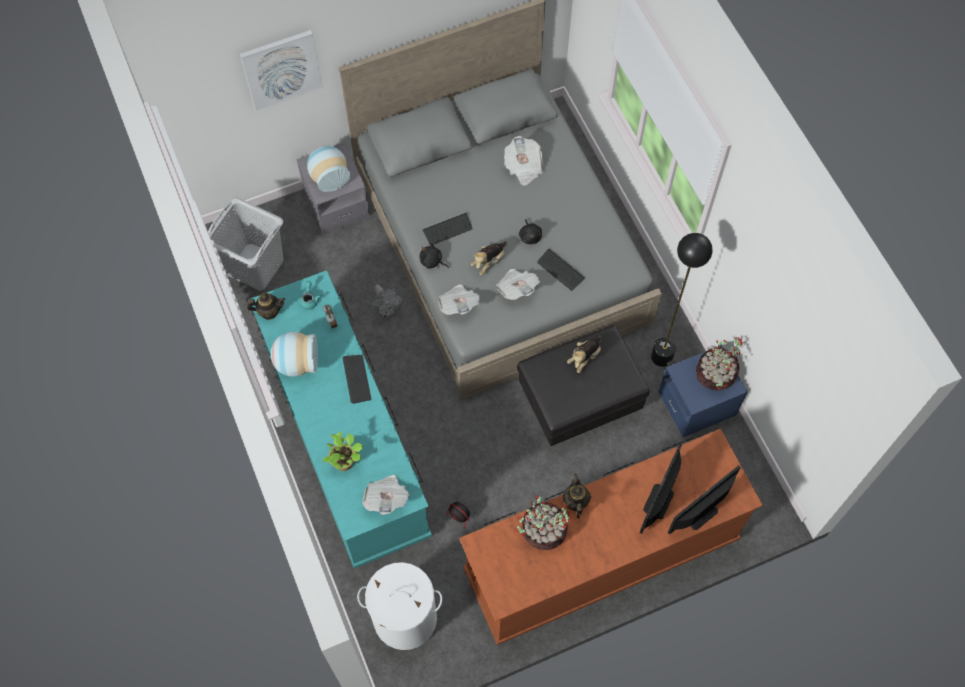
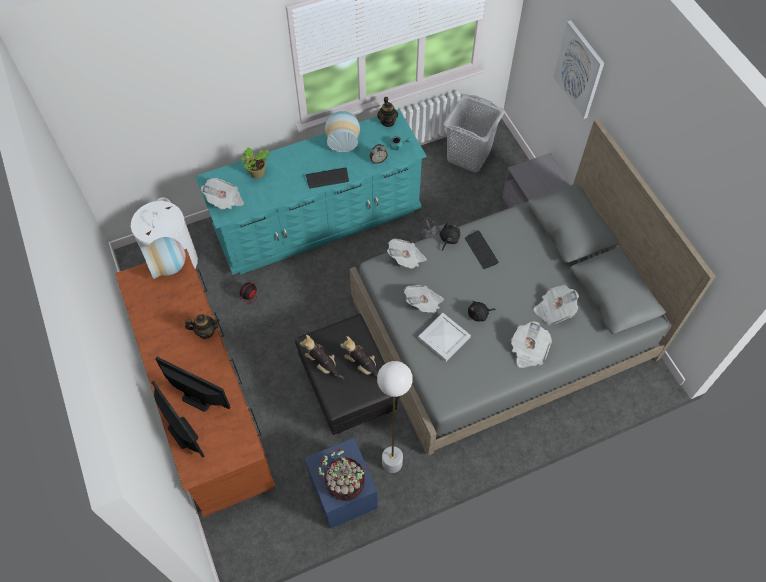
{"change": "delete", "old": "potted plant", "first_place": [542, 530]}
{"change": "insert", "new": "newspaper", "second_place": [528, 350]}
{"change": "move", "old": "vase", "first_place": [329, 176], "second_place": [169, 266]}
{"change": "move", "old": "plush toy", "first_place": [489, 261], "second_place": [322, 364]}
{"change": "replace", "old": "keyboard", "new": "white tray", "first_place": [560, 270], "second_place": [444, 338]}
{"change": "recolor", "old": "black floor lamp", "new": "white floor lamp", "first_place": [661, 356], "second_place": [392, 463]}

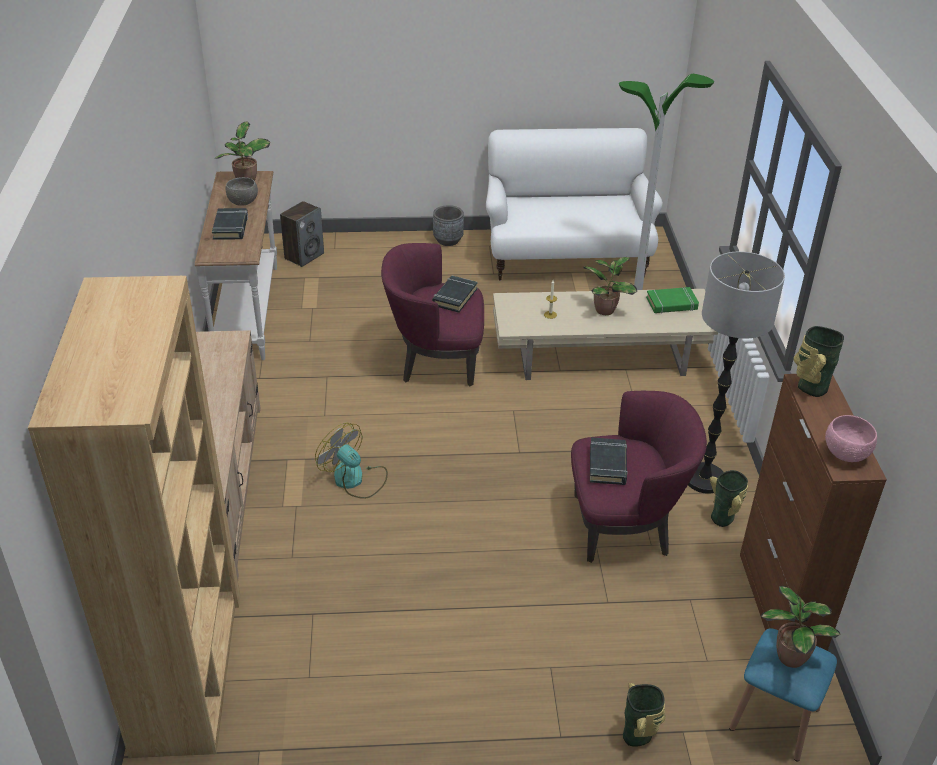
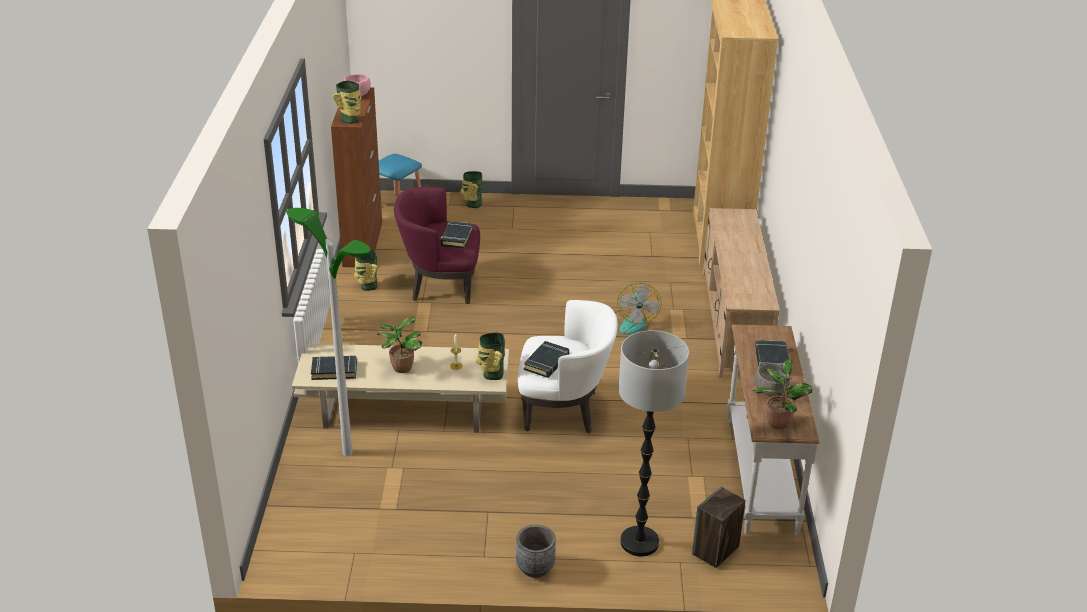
{"change": "delete", "old": "white sofa", "first_place": [566, 257]}
{"change": "delete", "old": "potted plant", "first_place": [789, 656]}
{"change": "insert", "new": "vase", "second_place": [492, 374]}
{"change": "move", "old": "floor lamp", "first_place": [704, 479], "second_place": [639, 542]}
{"change": "recolor", "old": "purple armchair", "new": "white armchair", "first_place": [435, 361], "second_place": [564, 410]}
{"change": "recolor", "old": "green book", "new": "black book", "first_place": [672, 304], "second_place": [334, 370]}
{"change": "rotate", "old": "fan", "first_place": [355, 479], "second_place": [632, 322], "degrees": 45}

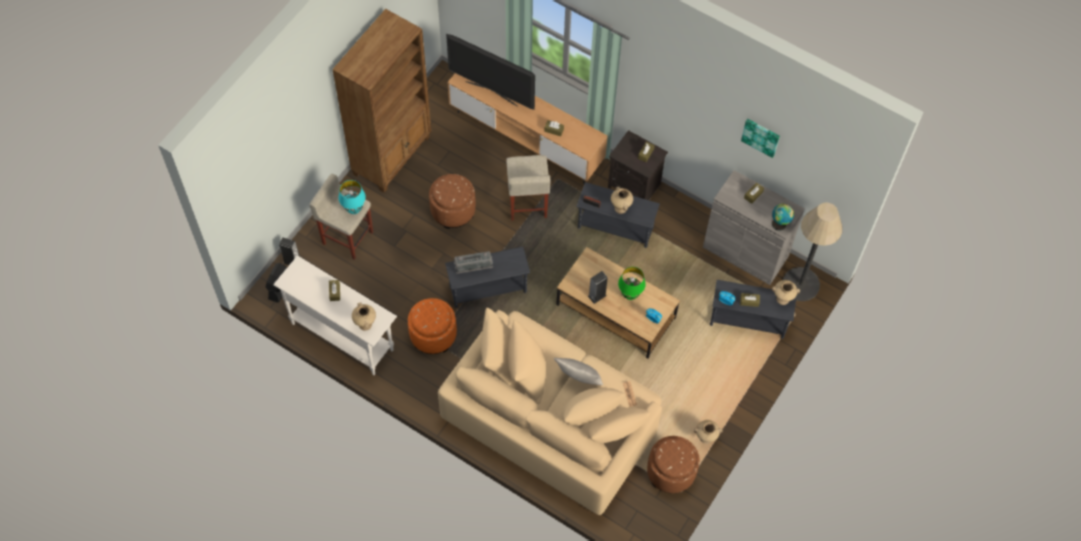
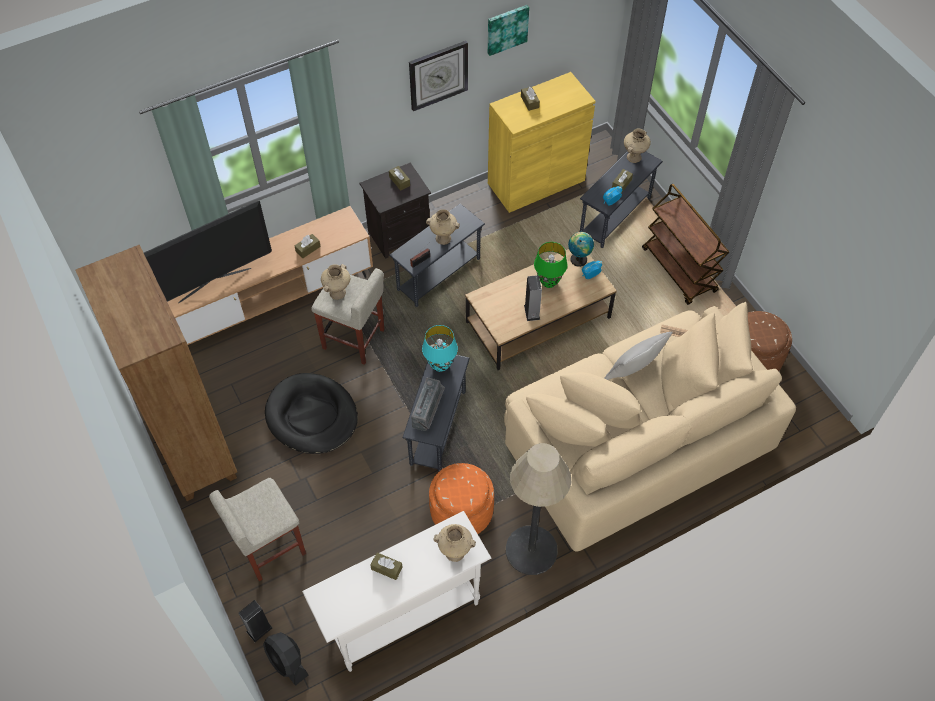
{"change": "insert", "new": "wall clock", "second_place": [438, 75]}
{"change": "insert", "new": "brown cart", "second_place": [679, 270]}
{"change": "move", "old": "turquoise table lamp", "first_place": [354, 209], "second_place": [440, 365]}
{"change": "move", "old": "beige vase", "first_place": [705, 438], "second_place": [337, 293]}
{"change": "move", "old": "globe", "first_place": [780, 224], "second_place": [579, 258]}
{"change": "move", "old": "floor lamp", "first_place": [800, 284], "second_place": [531, 550]}
{"change": "replace", "old": "brown ottoman", "new": "black dog bed", "first_place": [453, 210], "second_place": [312, 416]}
{"change": "recolor", "old": "grey cabinet", "new": "yellow cabinet", "first_place": [745, 252], "second_place": [536, 182]}

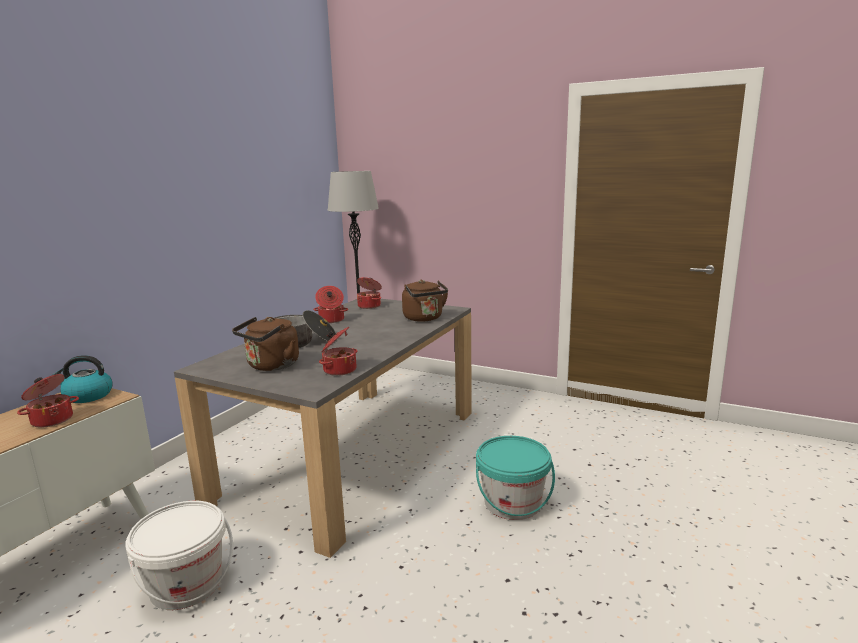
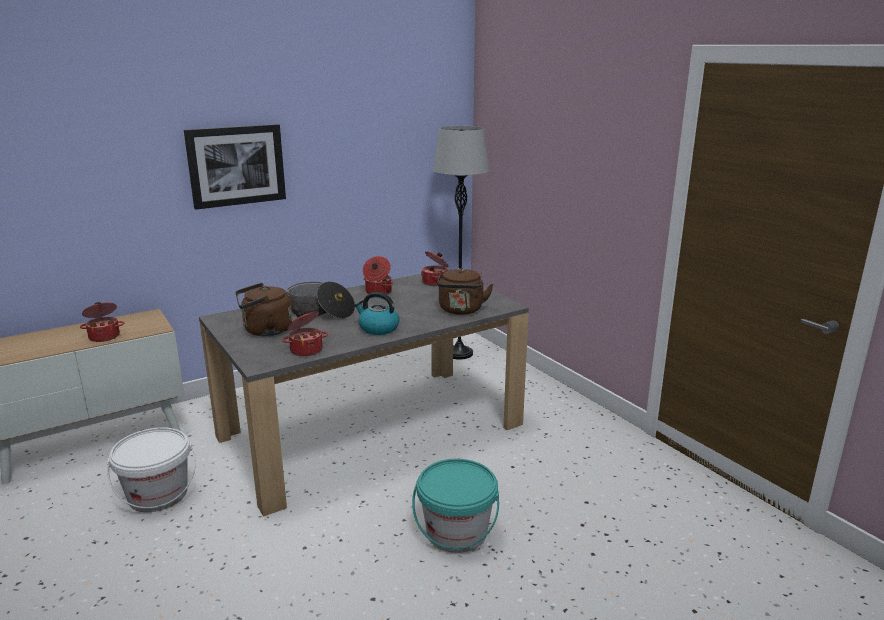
{"change": "insert", "new": "picture", "second_place": [236, 165]}
{"change": "move", "old": "kettle", "first_place": [87, 396], "second_place": [378, 328]}

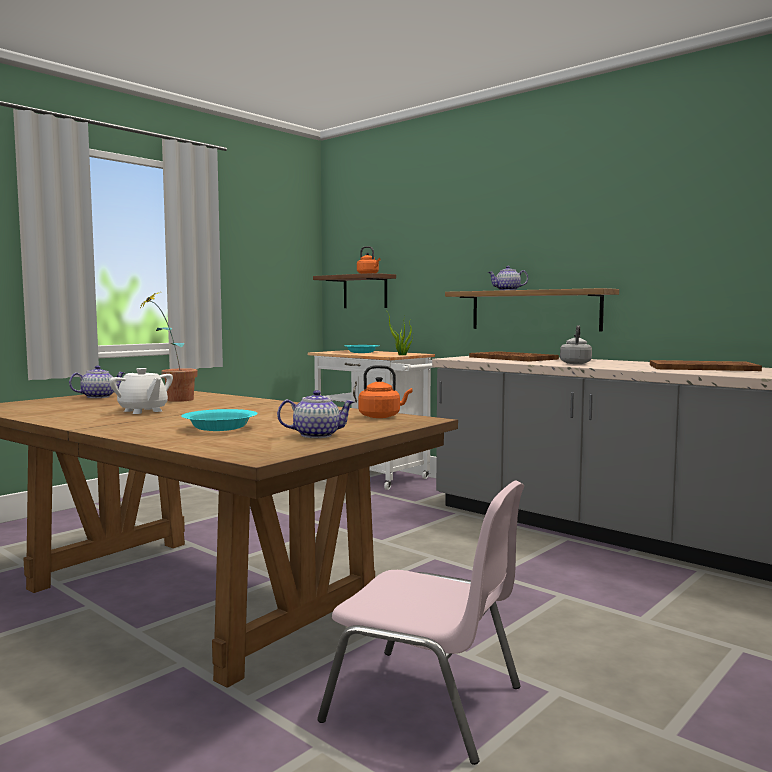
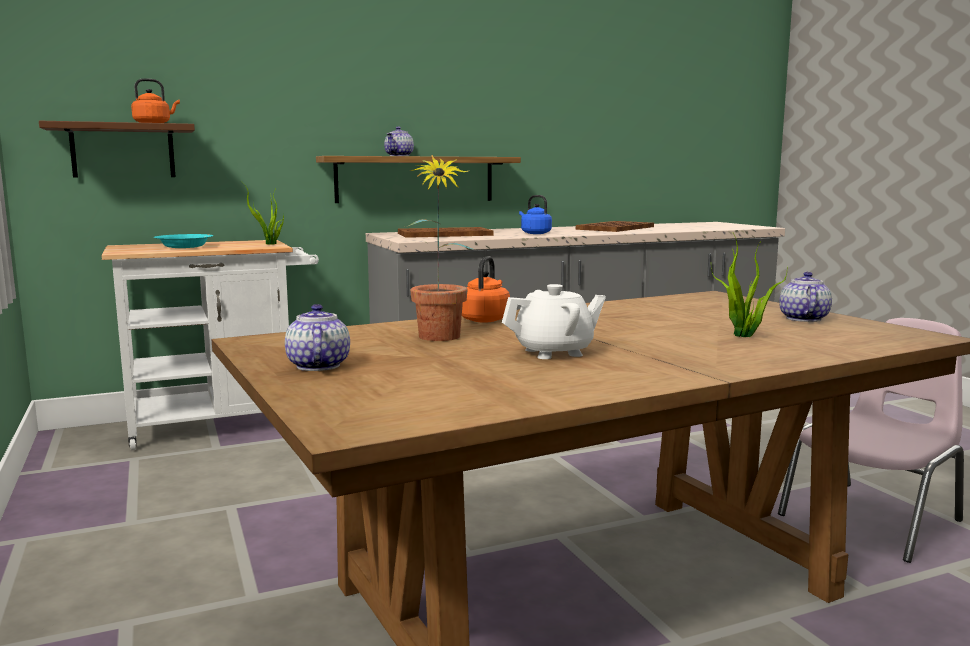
{"change": "move", "old": "orange kettle", "first_place": [382, 416], "second_place": [485, 319]}
{"change": "replace", "old": "turquoise bowl", "new": "potted plant", "first_place": [220, 428], "second_place": [744, 336]}
{"change": "recolor", "old": "grey kettle", "new": "blue kettle", "first_place": [575, 363], "second_place": [534, 233]}

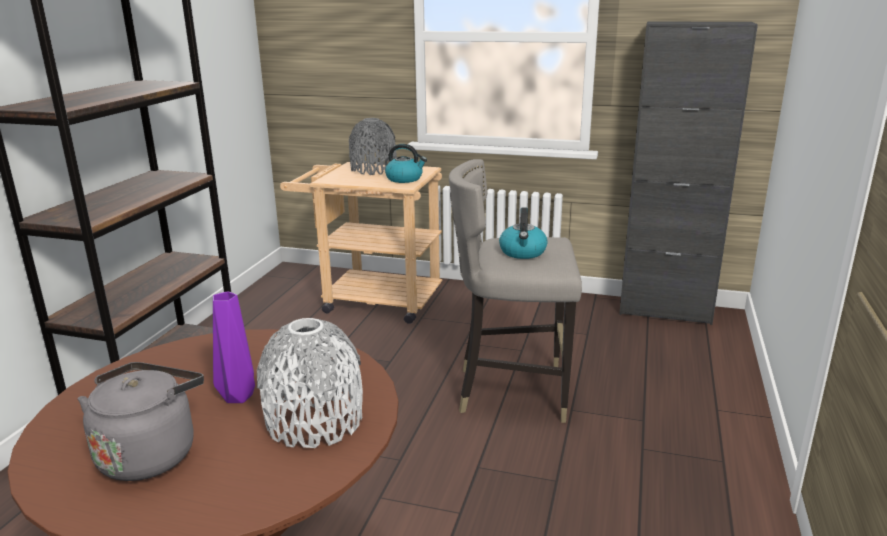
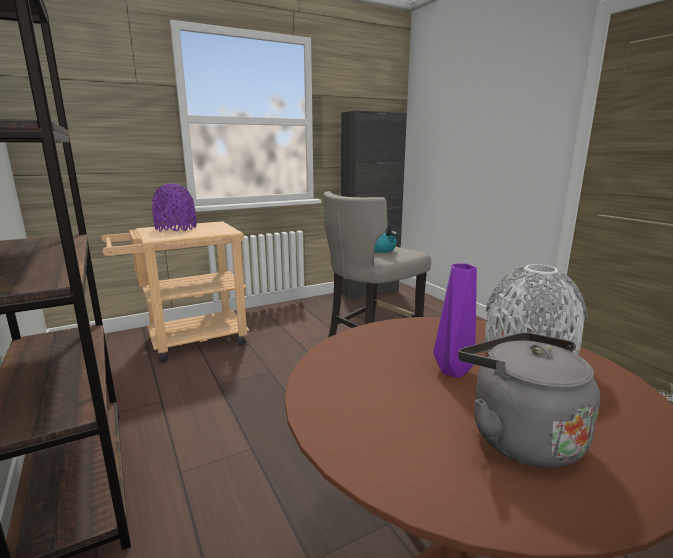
{"change": "delete", "old": "kettle", "first_place": [405, 179]}
{"change": "recolor", "old": "grey vase", "new": "purple vase", "first_place": [373, 169], "second_place": [176, 228]}

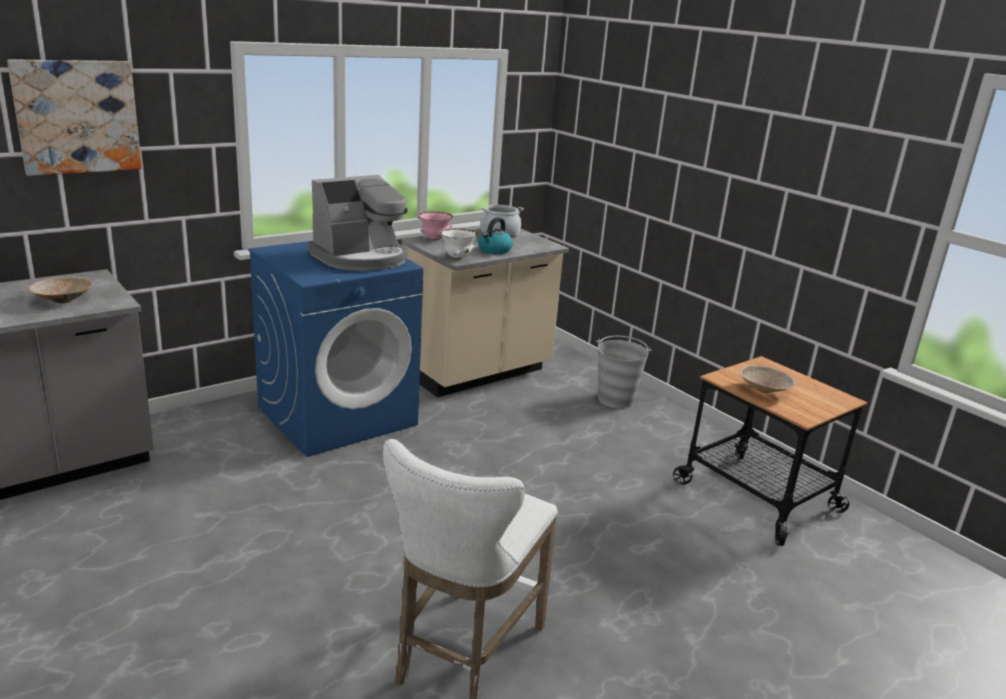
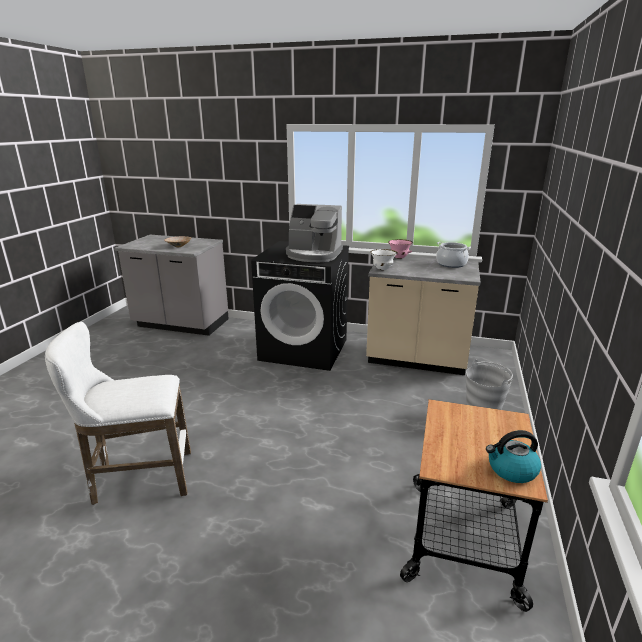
{"change": "delete", "old": "picture", "first_place": [77, 117]}
{"change": "delete", "old": "beige bowl", "first_place": [765, 390]}
{"change": "move", "old": "kettle", "first_place": [494, 250], "second_place": [511, 470]}
{"change": "recolor", "old": "blue washing machine", "new": "black washing machine", "first_place": [338, 415], "second_place": [304, 349]}

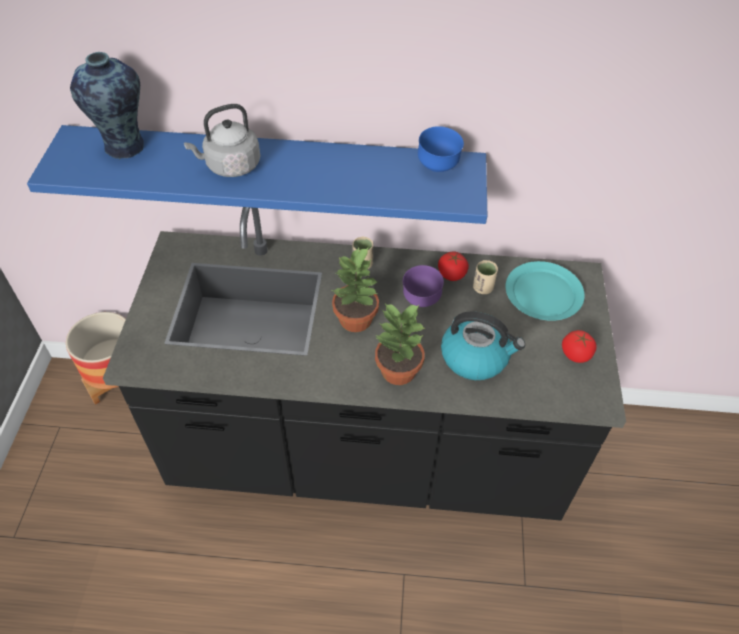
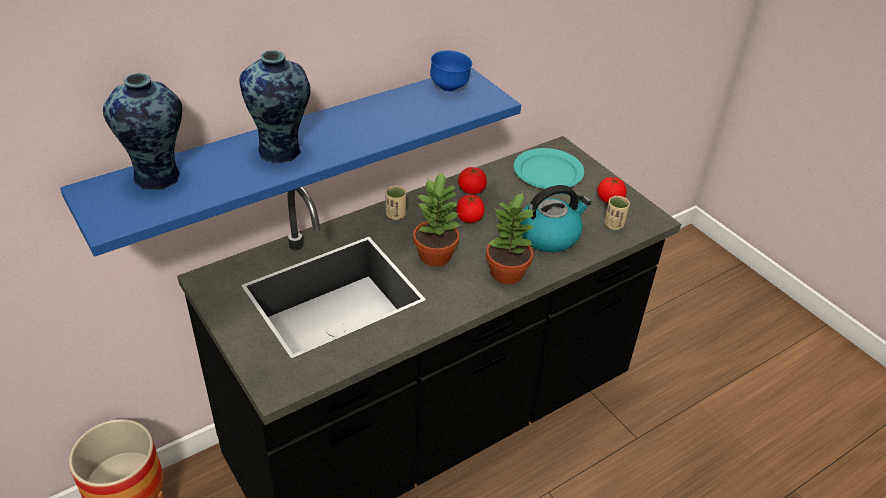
{"change": "move", "old": "beige cup", "first_place": [483, 288], "second_place": [613, 225]}
{"change": "replace", "old": "grey kettle", "new": "vase", "first_place": [230, 166], "second_place": [281, 152]}
{"change": "replace", "old": "purple bowl", "new": "tomato", "first_place": [421, 300], "second_place": [469, 218]}

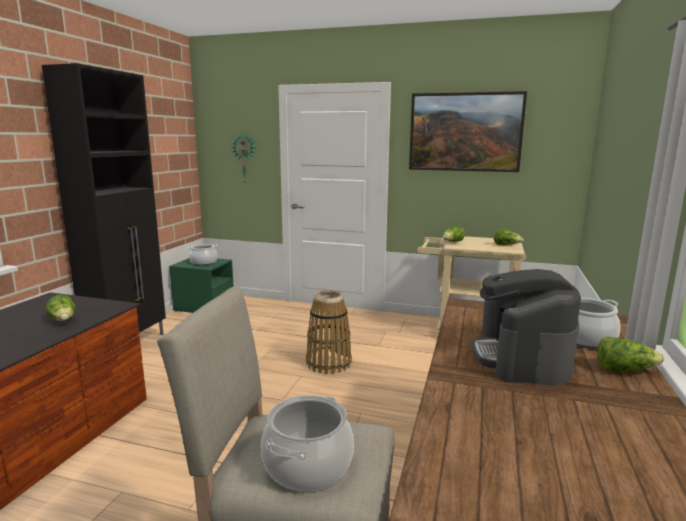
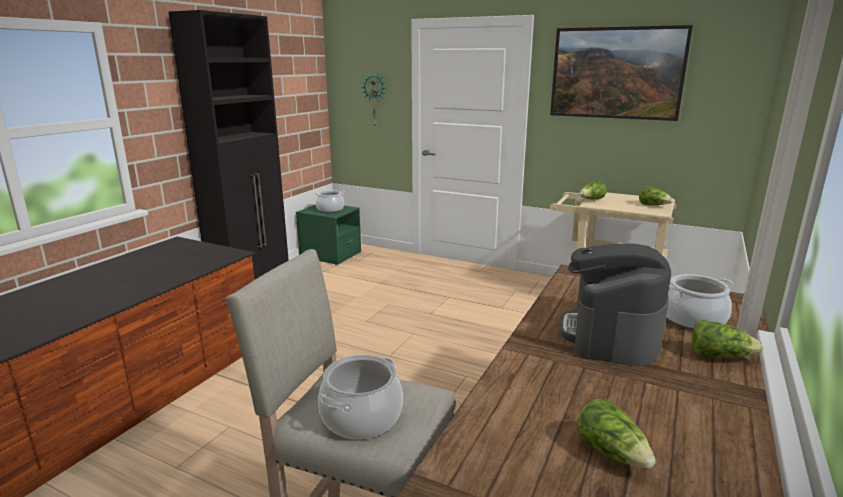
{"change": "delete", "old": "basket", "first_place": [329, 363]}
{"change": "move", "old": "lettuce", "first_place": [63, 321], "second_place": [612, 453]}

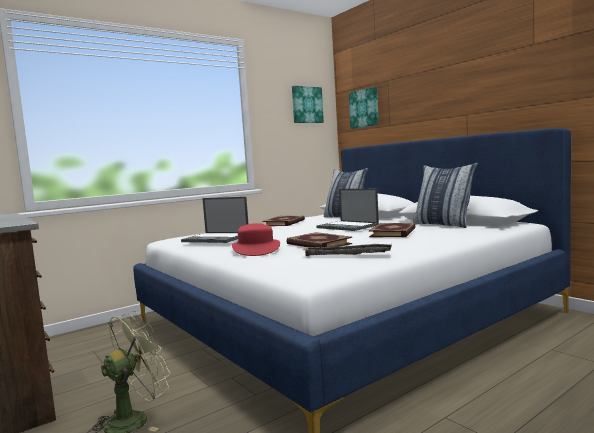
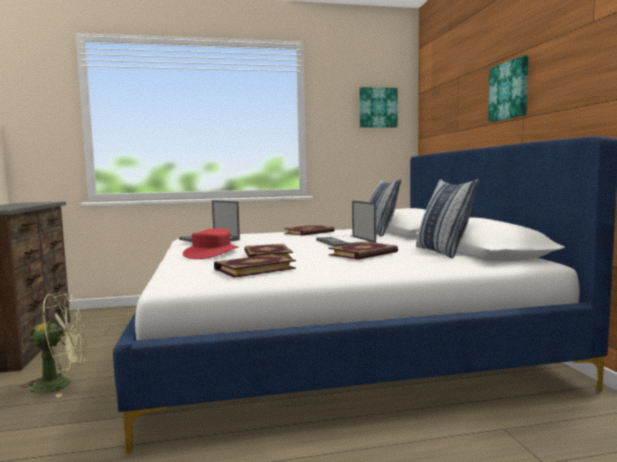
{"change": "move", "old": "picture", "first_place": [364, 108], "second_place": [509, 90]}
{"change": "replace", "old": "tray", "new": "book", "first_place": [347, 254], "second_place": [254, 268]}

